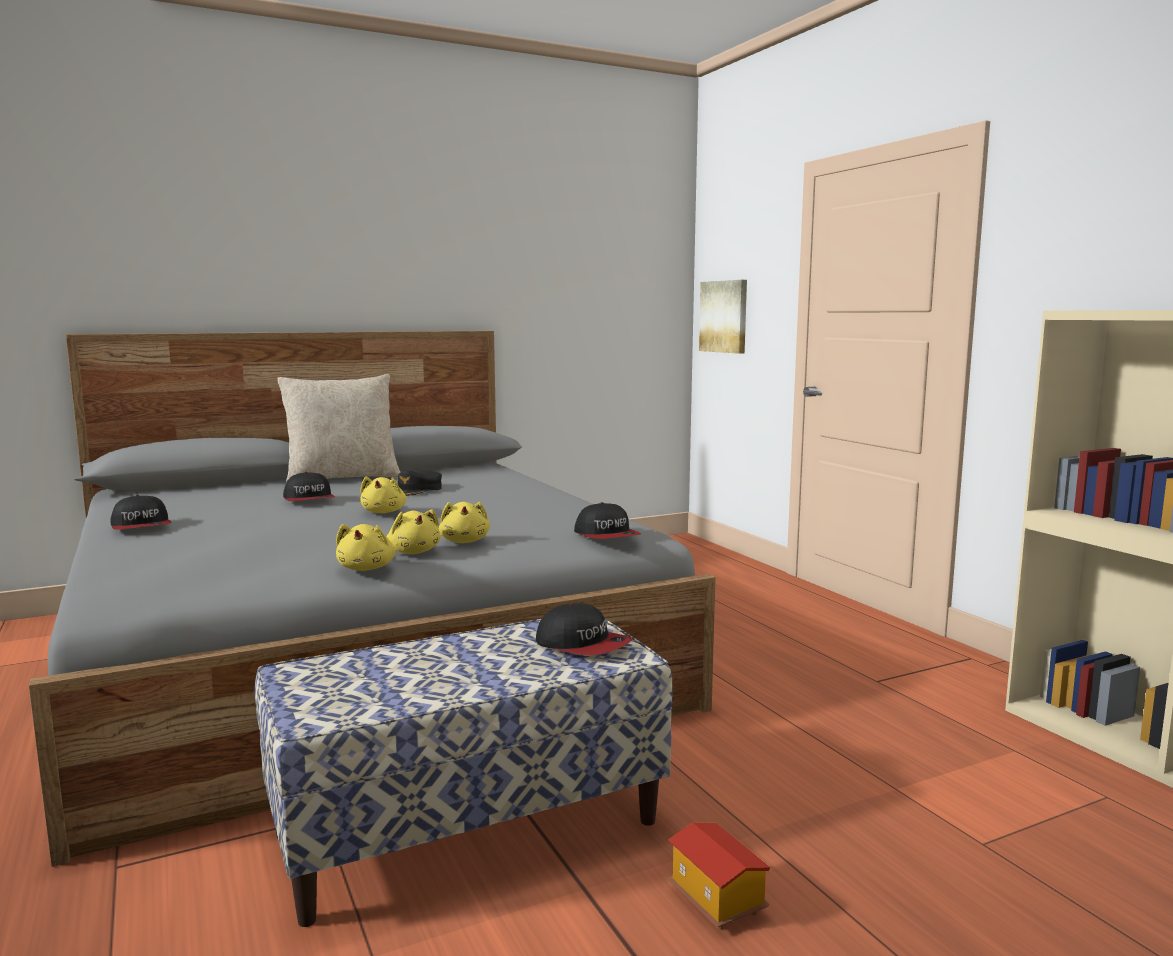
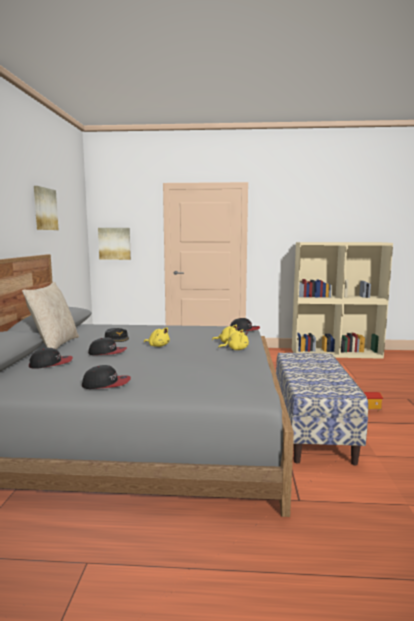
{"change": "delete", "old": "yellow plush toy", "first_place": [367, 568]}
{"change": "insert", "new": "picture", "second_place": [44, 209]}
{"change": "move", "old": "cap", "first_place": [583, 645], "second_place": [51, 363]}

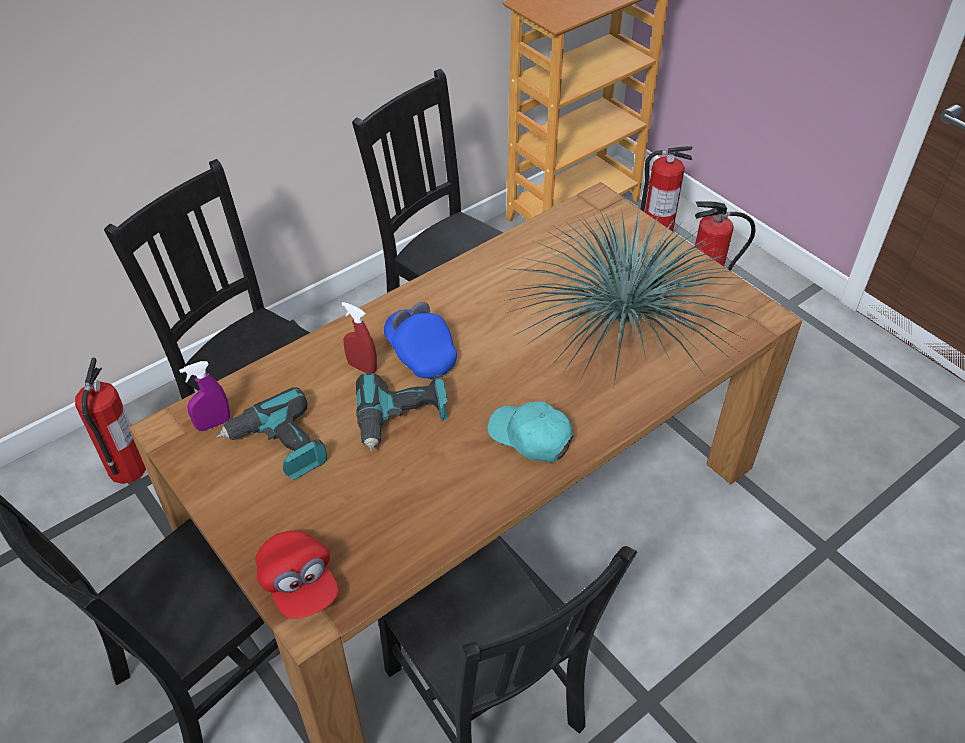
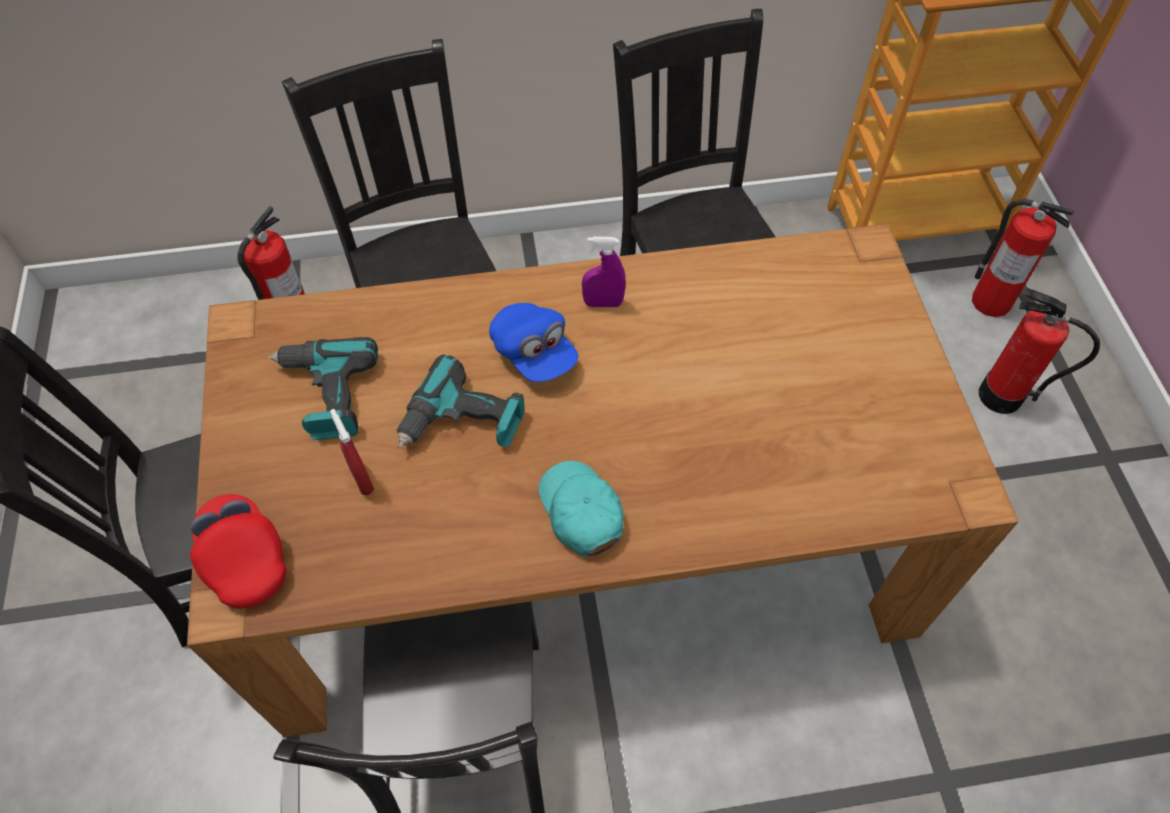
{"change": "delete", "old": "potted plant", "first_place": [625, 318]}
{"change": "move", "old": "purple spray bottle", "first_place": [213, 424], "second_place": [603, 303]}
{"change": "move", "old": "red spray bottle", "first_place": [362, 367], "second_place": [362, 479]}
{"change": "rotate", "old": "red cap", "first_place": [299, 584], "second_place": [244, 558], "degrees": 150}
{"change": "rotate", "old": "blue cap", "first_place": [420, 353], "second_place": [534, 353], "degrees": 150}

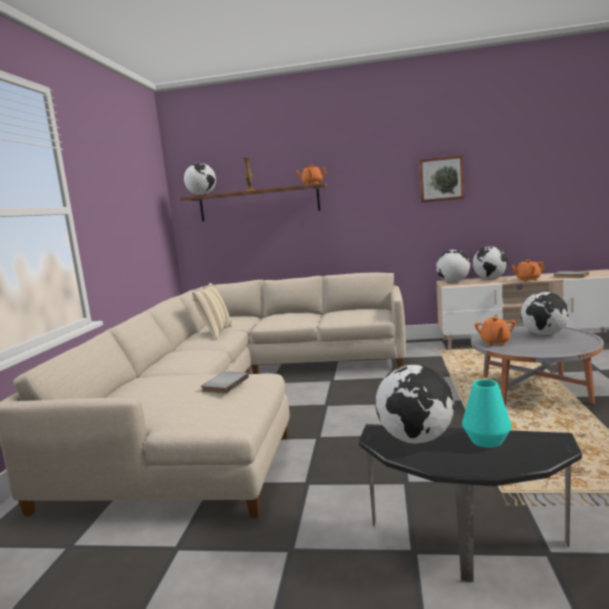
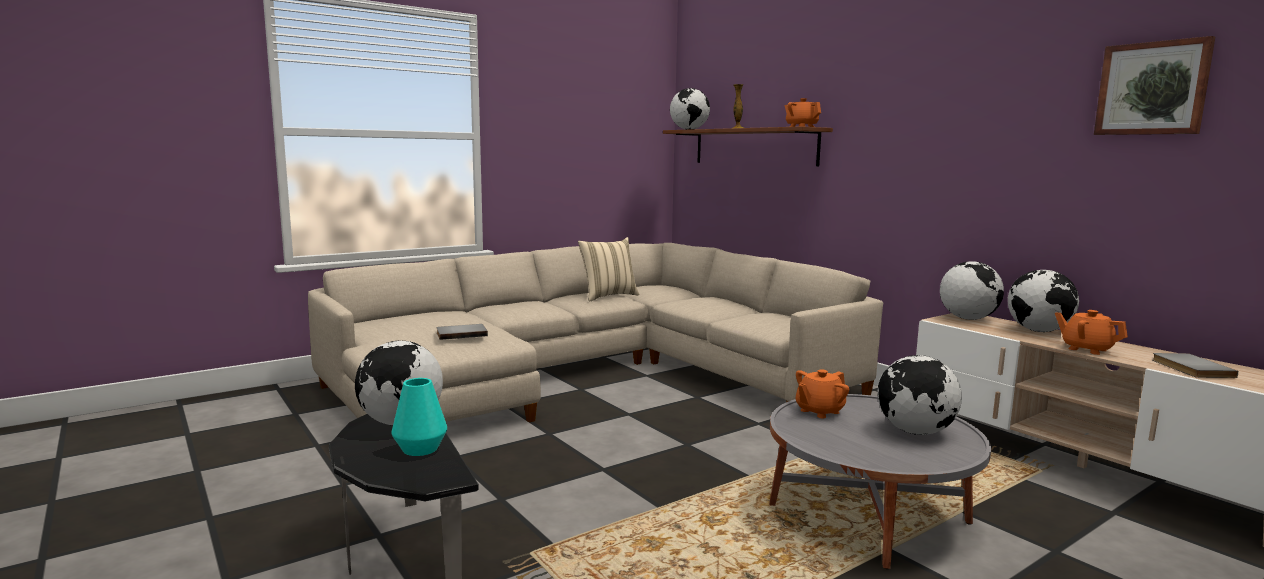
{"change": "move", "old": "picture", "first_place": [441, 179], "second_place": [1152, 88]}

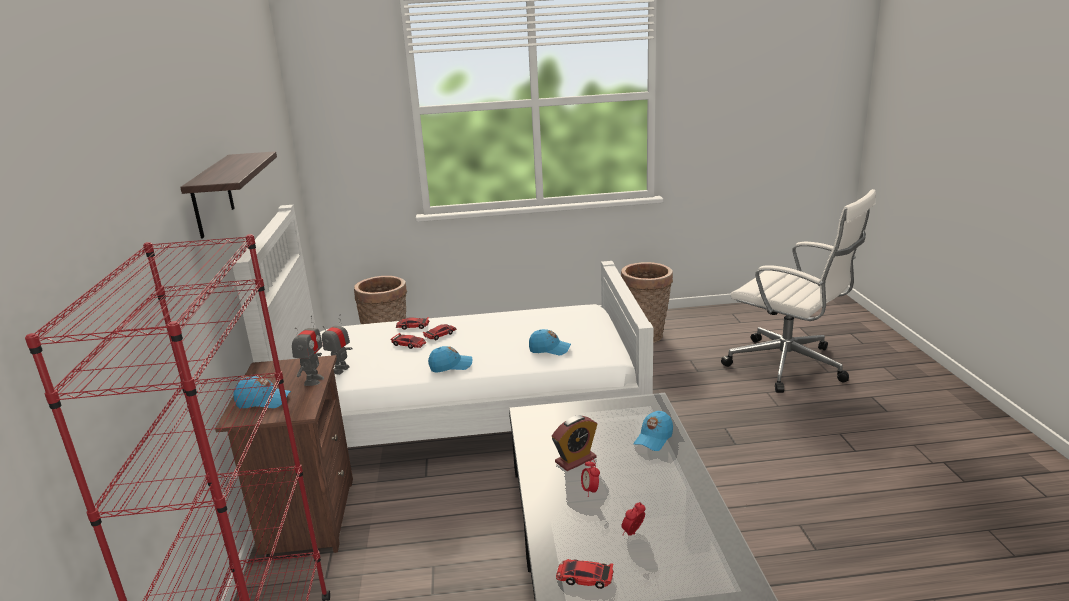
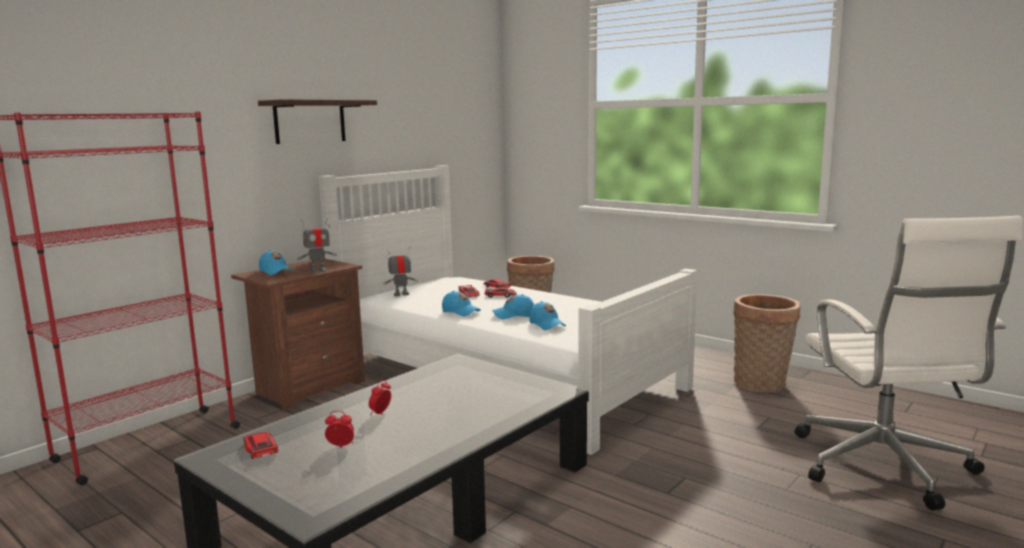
{"change": "delete", "old": "alarm clock", "first_place": [575, 460]}
{"change": "move", "old": "blue cap", "first_place": [653, 439], "second_place": [513, 315]}

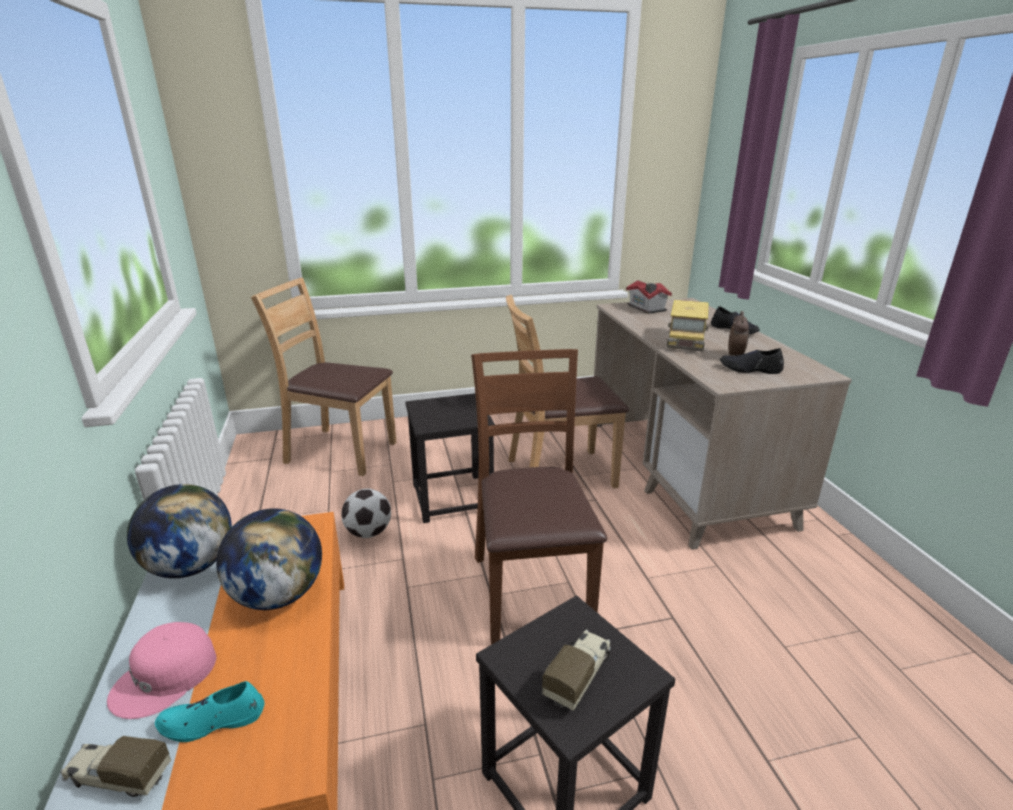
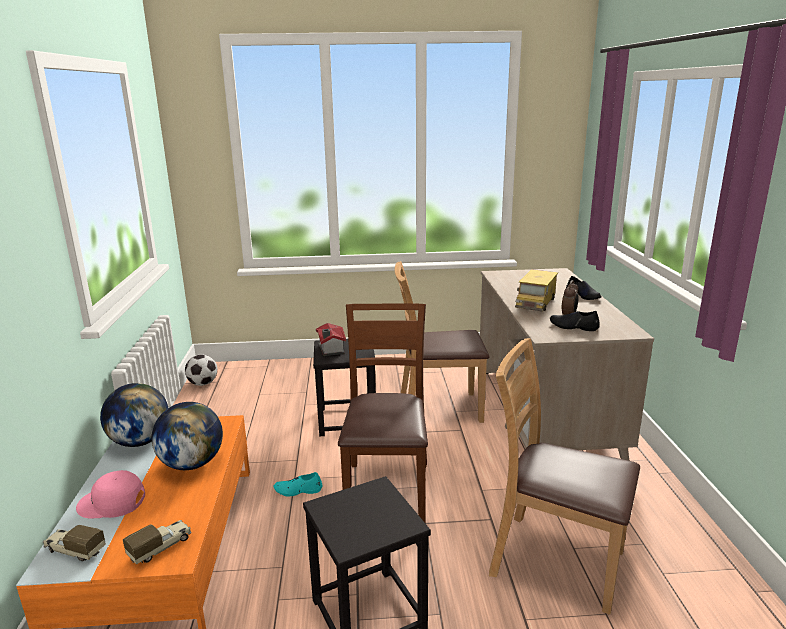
{"change": "move", "old": "turquoise shoe", "first_place": [212, 721], "second_place": [298, 490]}
{"change": "move", "old": "brown chair", "first_place": [340, 451], "second_place": [555, 561]}
{"change": "move", "old": "football", "first_place": [369, 532], "second_place": [203, 383]}
{"change": "move", "old": "toy truck", "first_place": [578, 675], "second_place": [161, 547]}
{"change": "move", "old": "toy house", "first_place": [646, 308], "second_place": [330, 349]}
{"change": "rotate", "old": "pink cap", "first_place": [166, 677], "second_place": [111, 503], "degrees": 45}

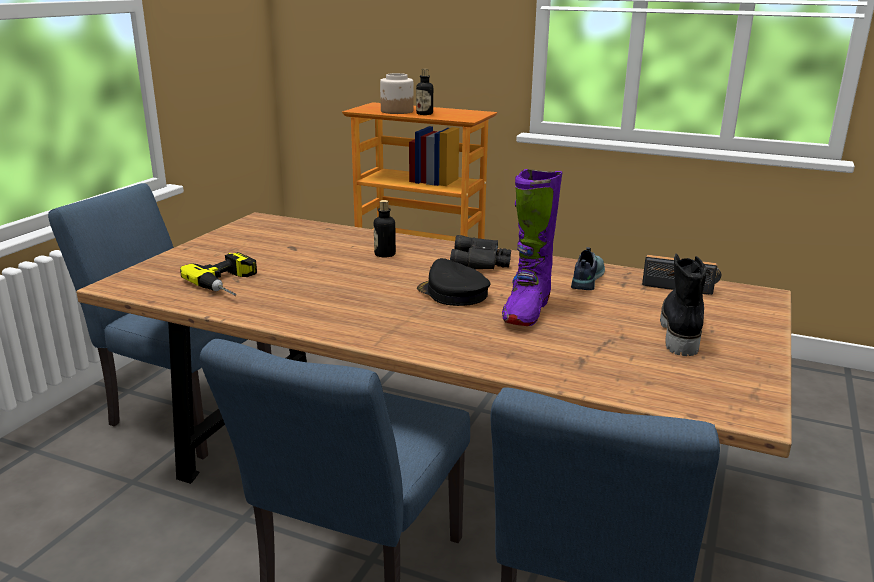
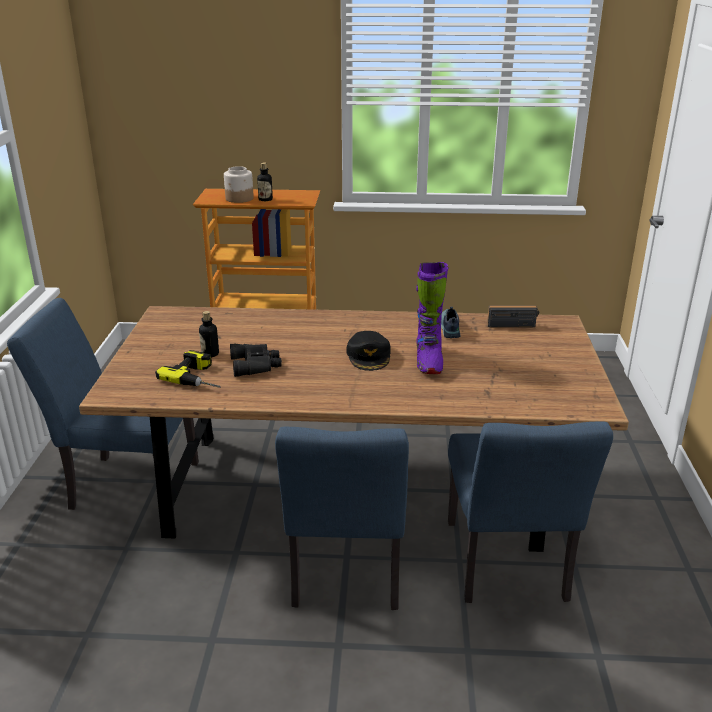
{"change": "delete", "old": "black boot", "first_place": [680, 330]}
{"change": "move", "old": "bottle", "first_place": [385, 254], "second_place": [210, 354]}
{"change": "move", "old": "black binoculars", "first_place": [481, 262], "second_place": [256, 364]}
{"change": "rotate", "old": "black cap", "first_place": [452, 293], "second_place": [369, 356], "degrees": -120}

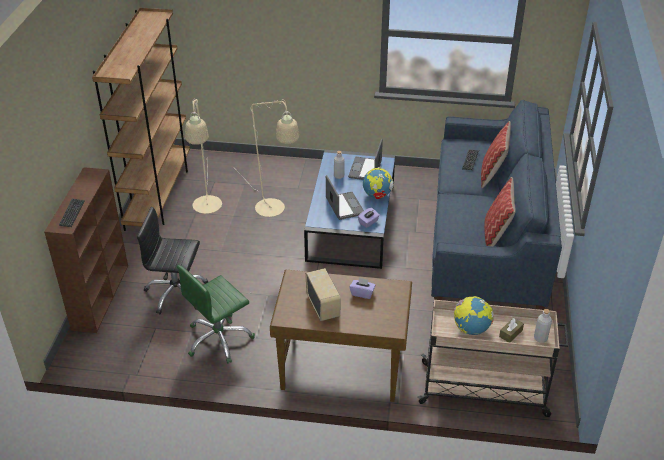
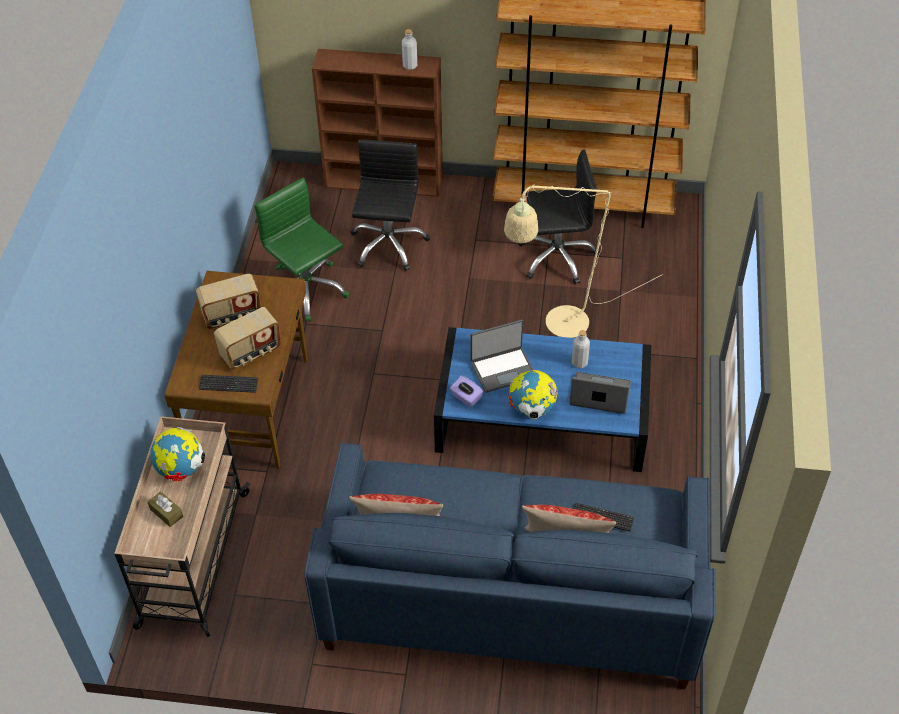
{"change": "move", "old": "keyboard", "first_place": [72, 213], "second_place": [228, 384]}
{"change": "move", "old": "grey bottle", "first_place": [540, 338], "second_place": [410, 66]}
{"change": "replace", "old": "beige floor lamp", "new": "black office chair", "first_place": [207, 209], "second_place": [557, 257]}
{"change": "replace", "old": "purple tissue box", "new": "radio", "first_place": [362, 293], "second_place": [251, 353]}

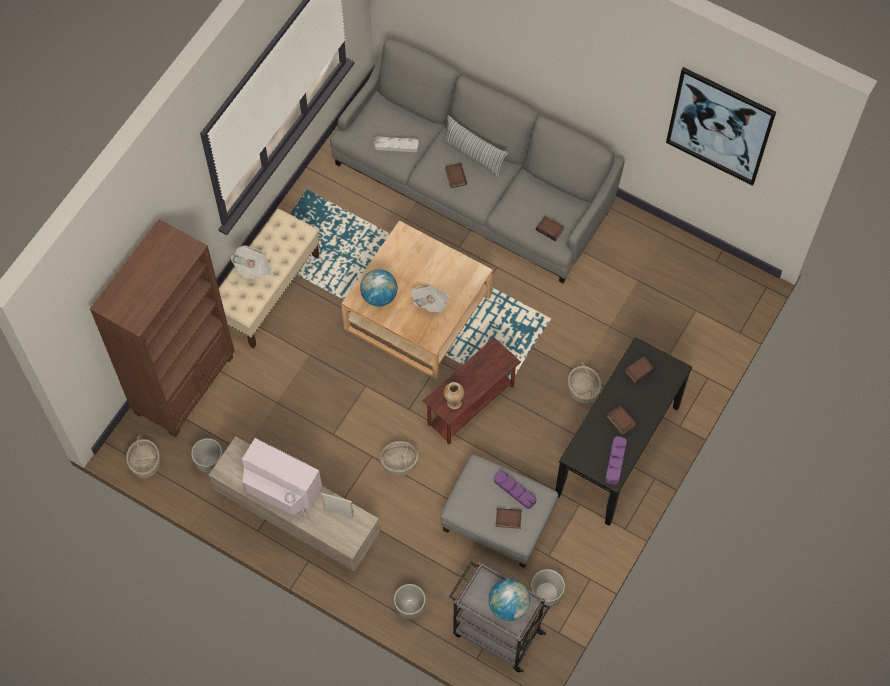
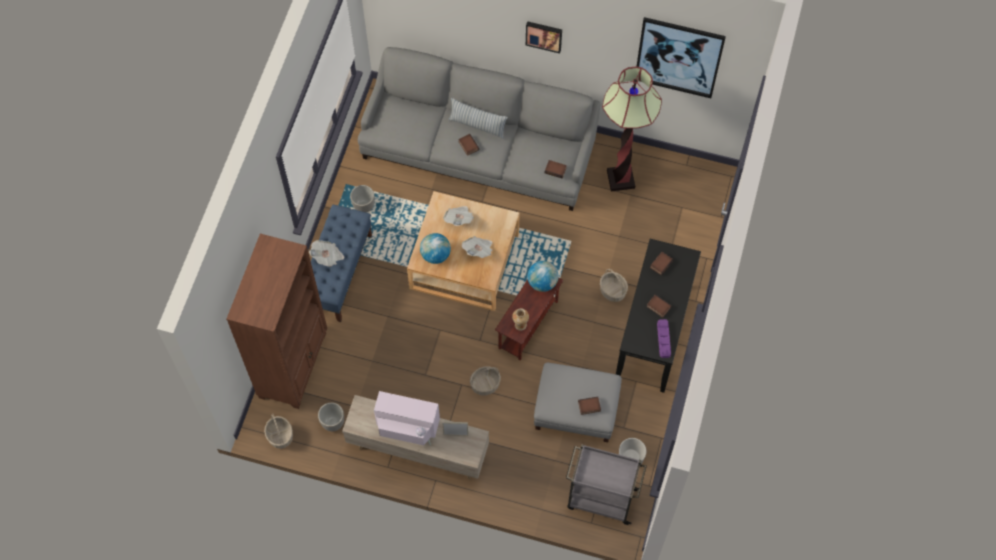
{"change": "delete", "old": "grey tray", "first_place": [396, 146]}
{"change": "delete", "old": "purple tray", "first_place": [514, 490]}
{"change": "insert", "new": "newspaper", "second_place": [459, 219]}
{"change": "insert", "new": "picture", "second_place": [544, 35]}
{"change": "insert", "new": "floor lamp", "second_place": [620, 179]}
{"change": "move", "old": "planter", "first_place": [409, 608], "second_place": [363, 206]}
{"change": "move", "old": "globe", "first_place": [508, 605], "second_place": [542, 282]}
{"change": "recolor", "old": "beige bench", "new": "blue bench", "first_place": [268, 291], "second_place": [339, 273]}

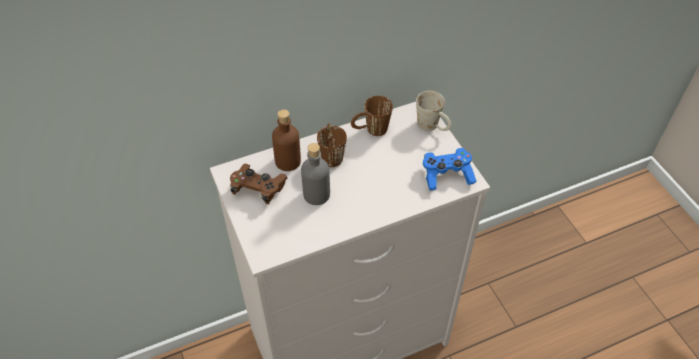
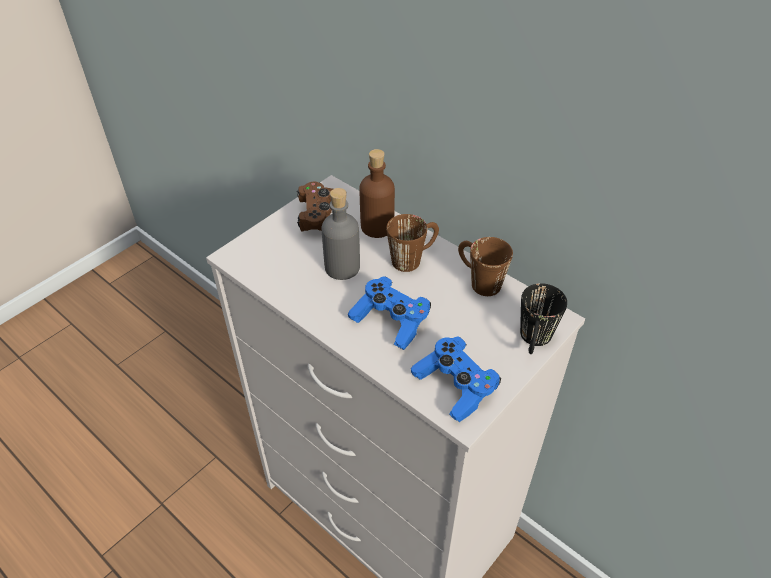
{"change": "insert", "new": "blue game controller", "second_place": [391, 321]}
{"change": "recolor", "old": "white mug", "new": "black mug", "first_place": [433, 127], "second_place": [534, 342]}

